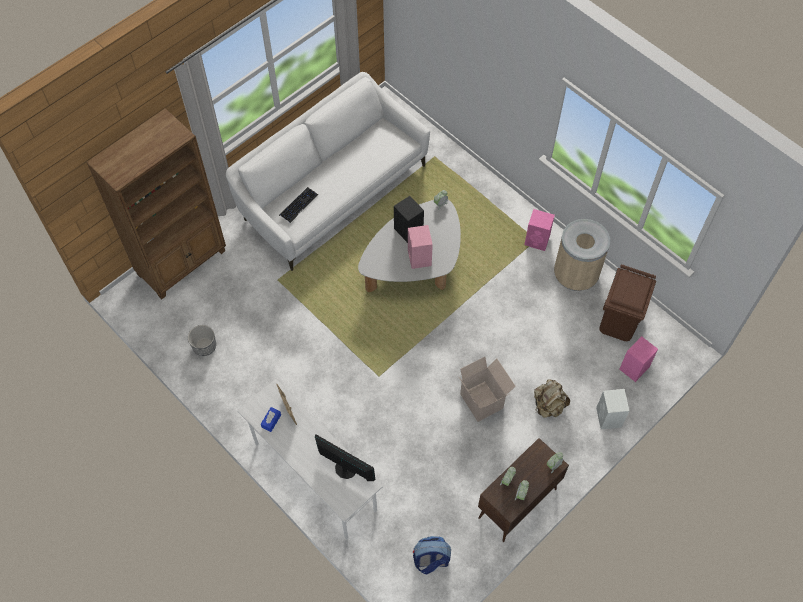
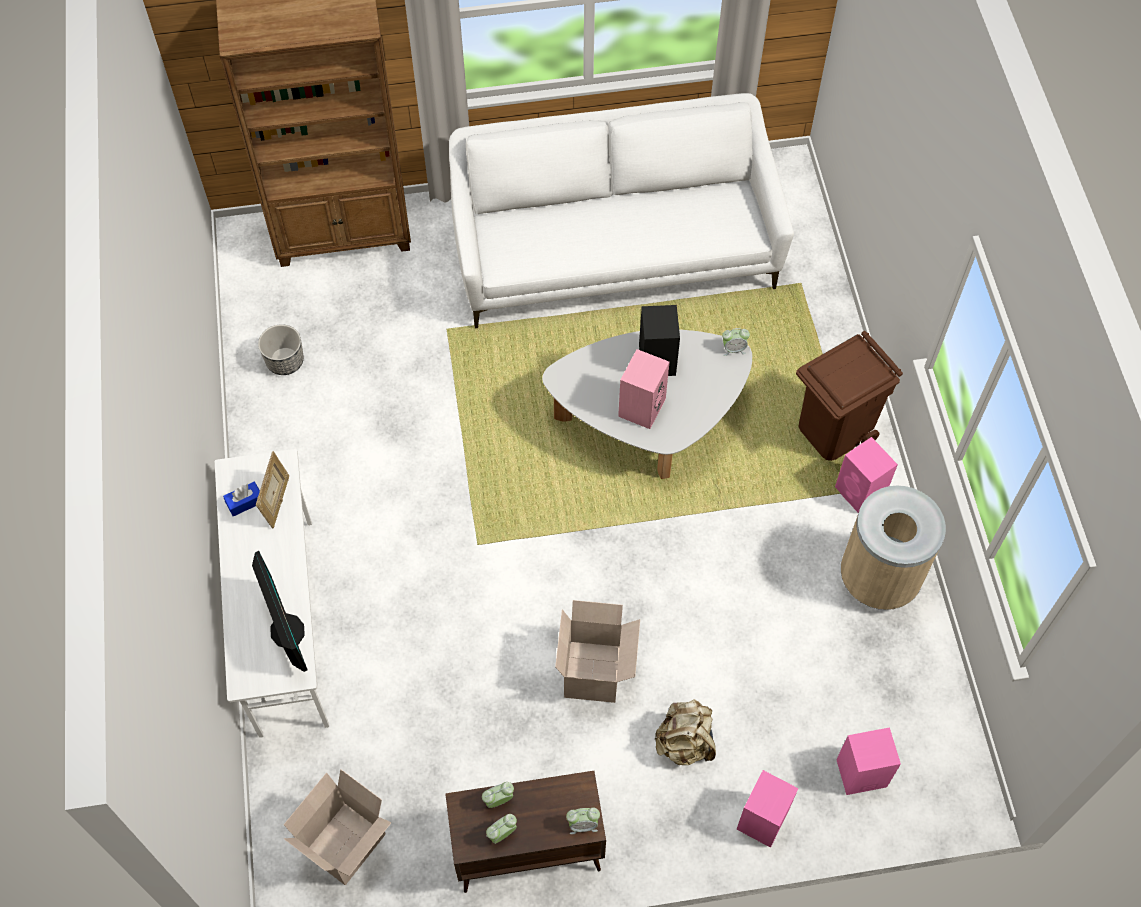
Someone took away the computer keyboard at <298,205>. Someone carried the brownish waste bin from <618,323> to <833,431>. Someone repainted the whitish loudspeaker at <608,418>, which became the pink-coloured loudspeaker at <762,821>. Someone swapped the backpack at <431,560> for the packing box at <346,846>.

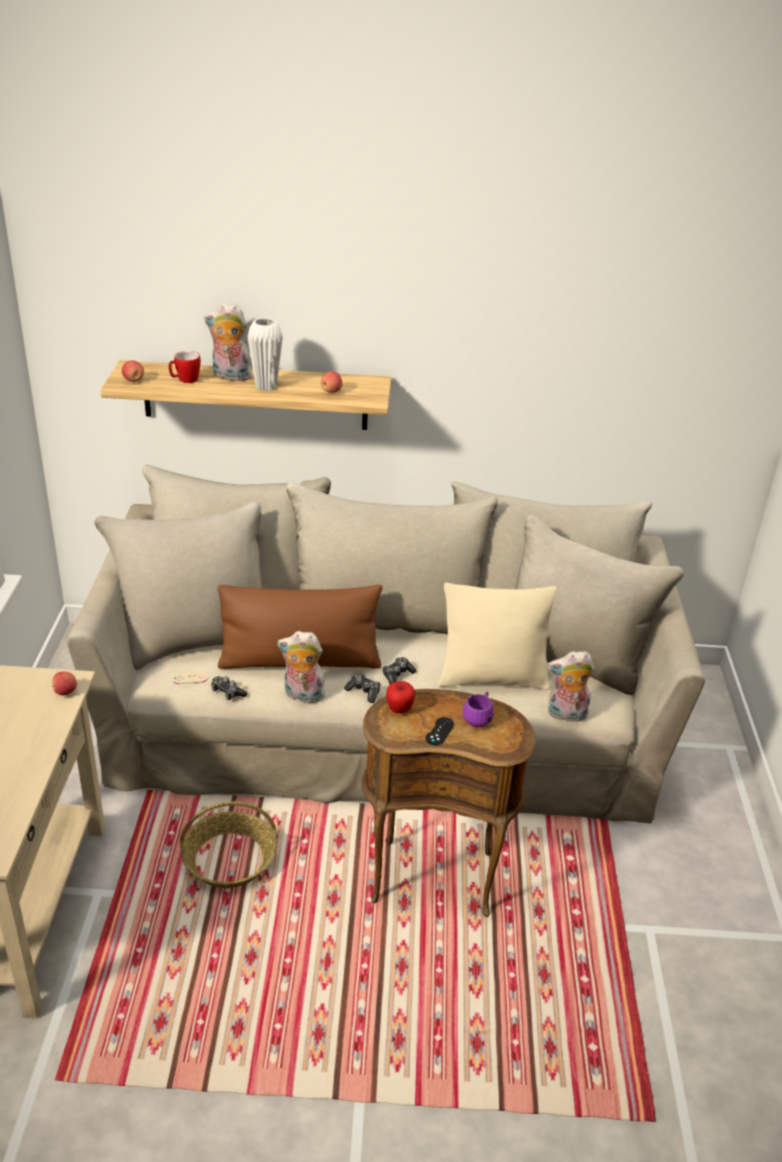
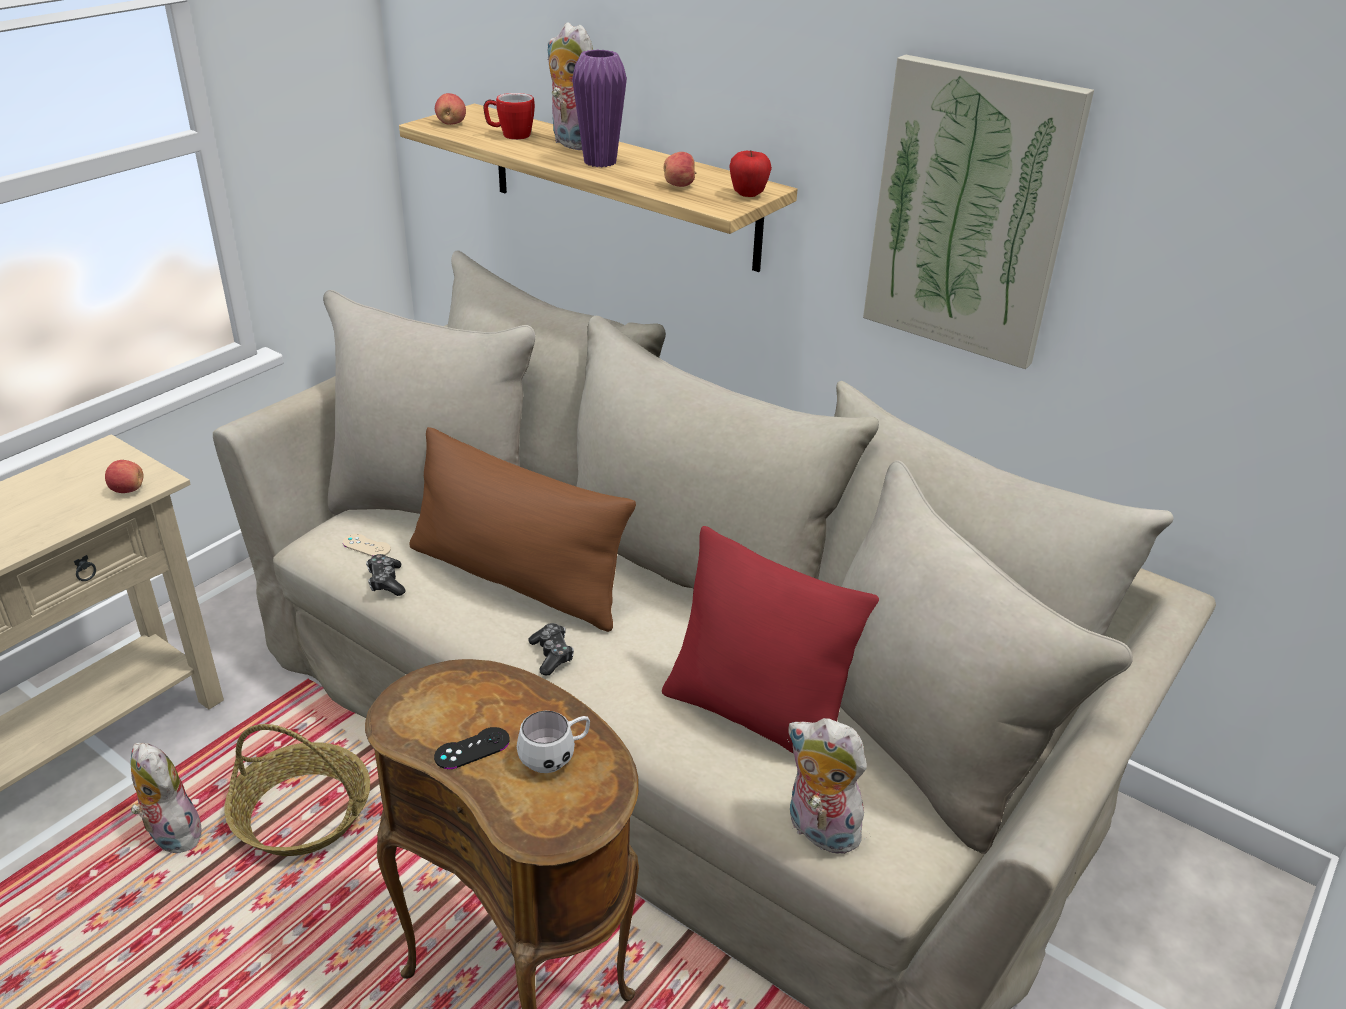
Someone repainted the whitish flower vase at <266,386>, which became the purplish flower vase at <600,162>. Someone repainted the beige throw pillow at <492,678>, which became the red-coloured throw pillow at <757,717>. Someone carried the cuddly toy from <302,695> to <171,834>. Someone took away the joypad at <397,675>. Someone carried the apple from <399,709> to <748,195>. Someone repainted the purplish mug at <479,718>, which became the whitish mug at <556,757>. Someone put up the wall picture at <970,213>.

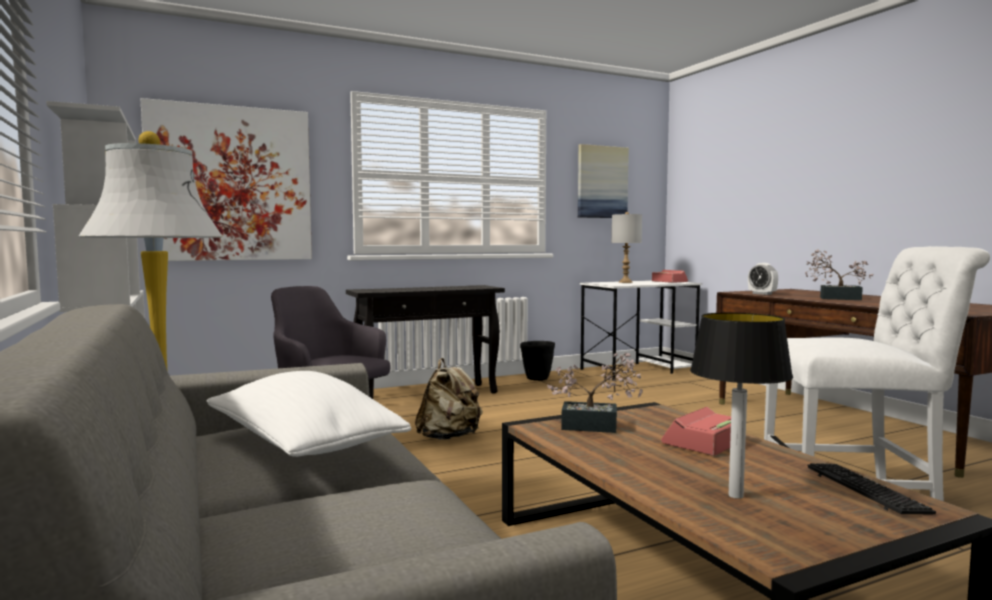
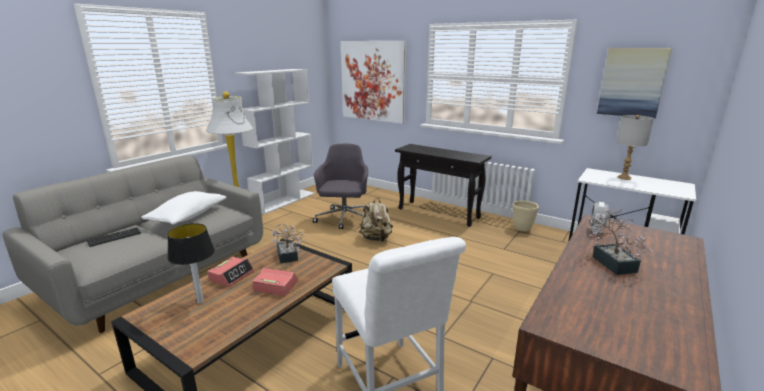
Someone carried the bedside clock from <669,281> to <232,276>. Someone repainted the black flower pot at <537,379>, which became the beige flower pot at <522,228>. Someone carried the computer keyboard from <865,490> to <114,238>.

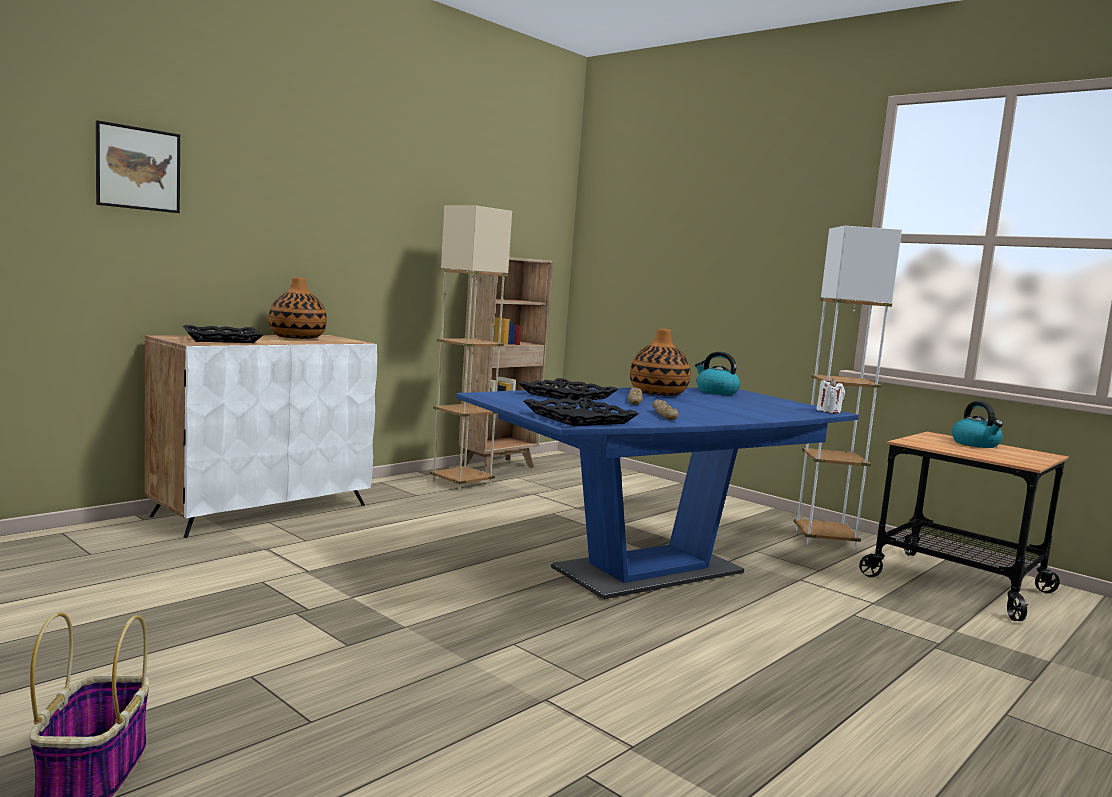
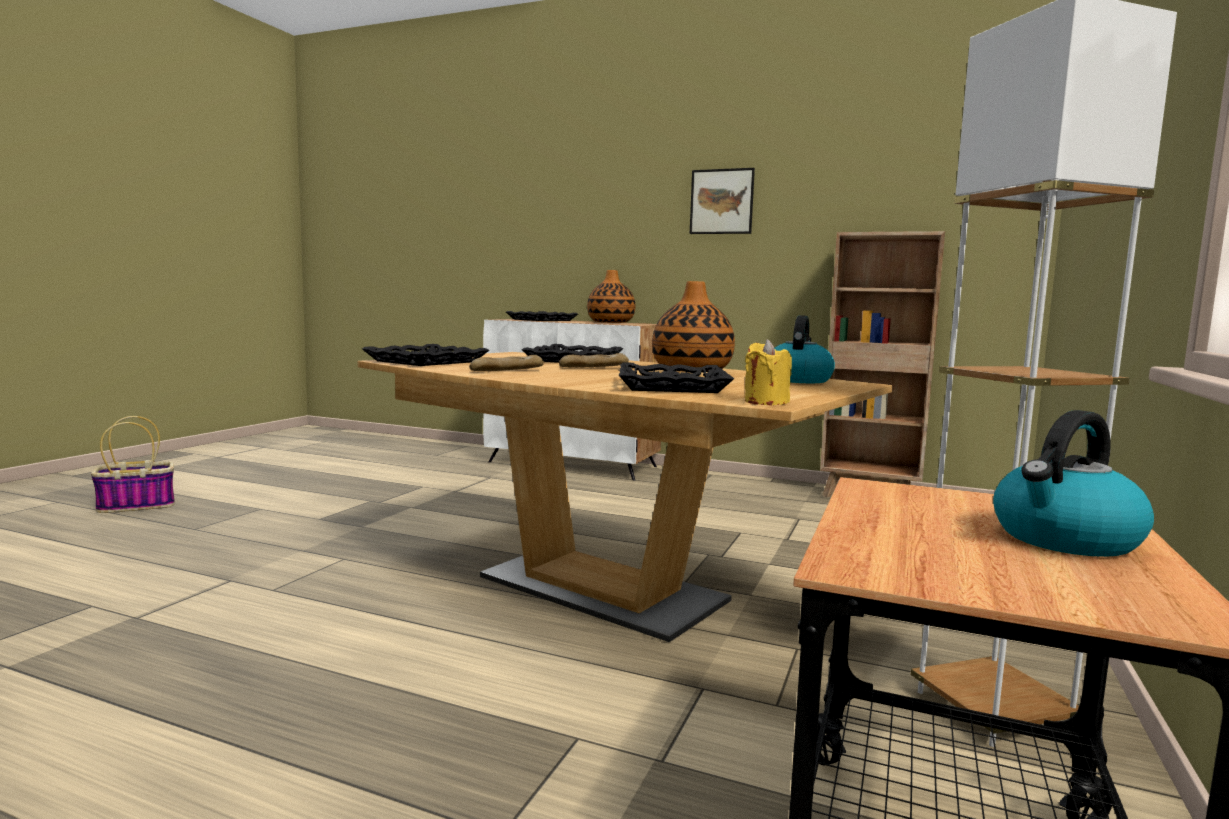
Someone carried the wall picture from <138,168> to <721,201>. Someone took away the beige standard lamp at <461,483>. Someone repainted the whitish wax light at <828,411>, which became the yellowish wax light at <765,402>. Someone repainted the bluish kitchen table at <648,571>, which became the brownish kitchen table at <601,589>. Someone put down the black tray at <673,386>.

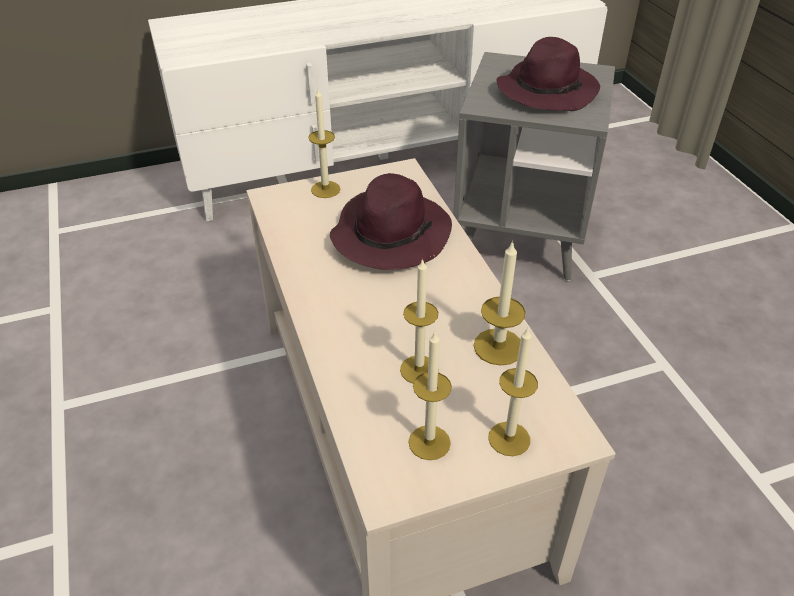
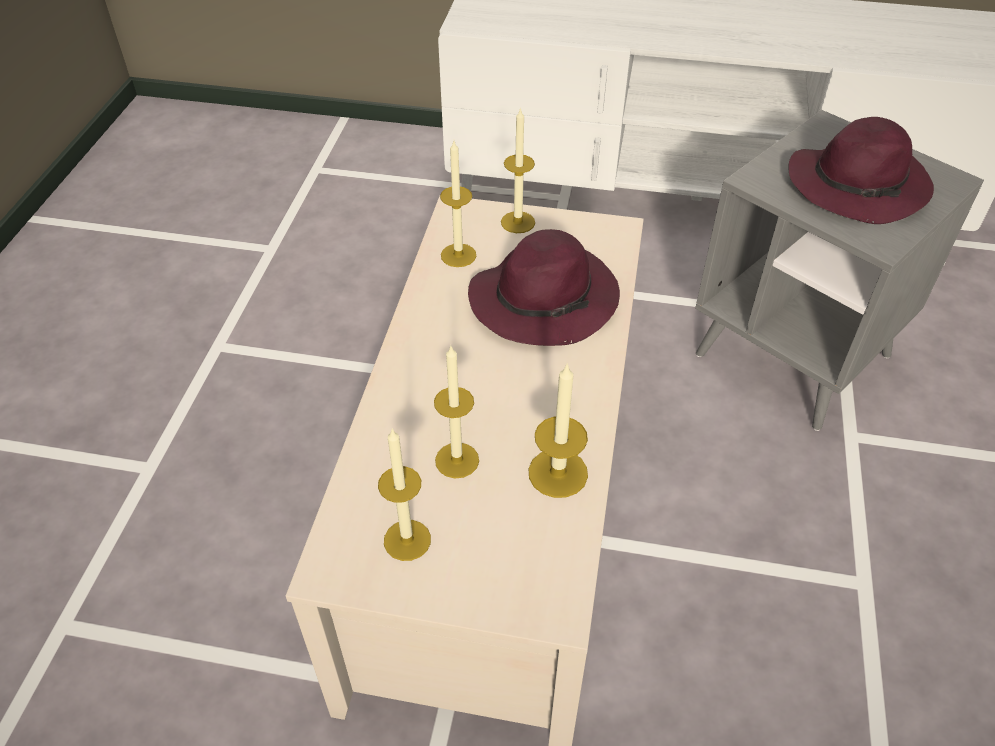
Someone carried the wax light from <509,438> to <458,255>.

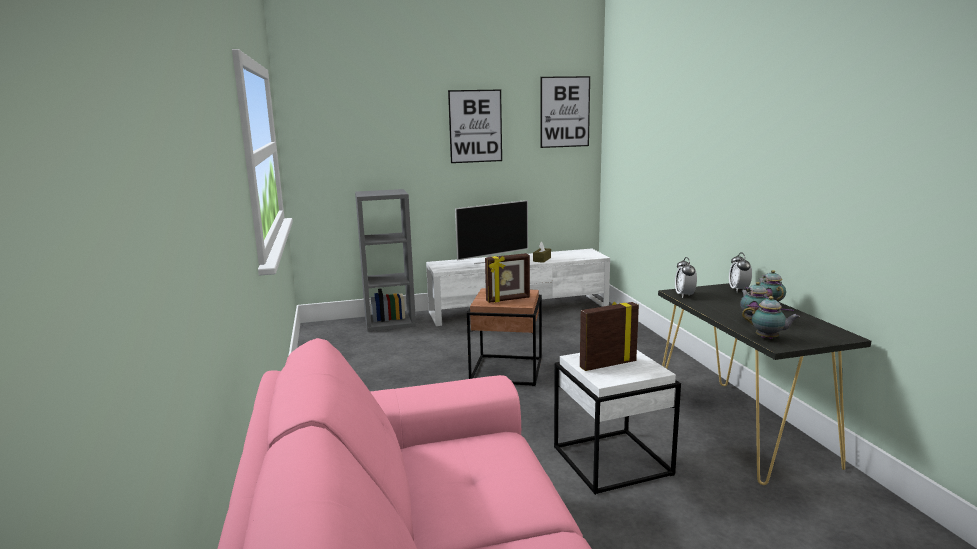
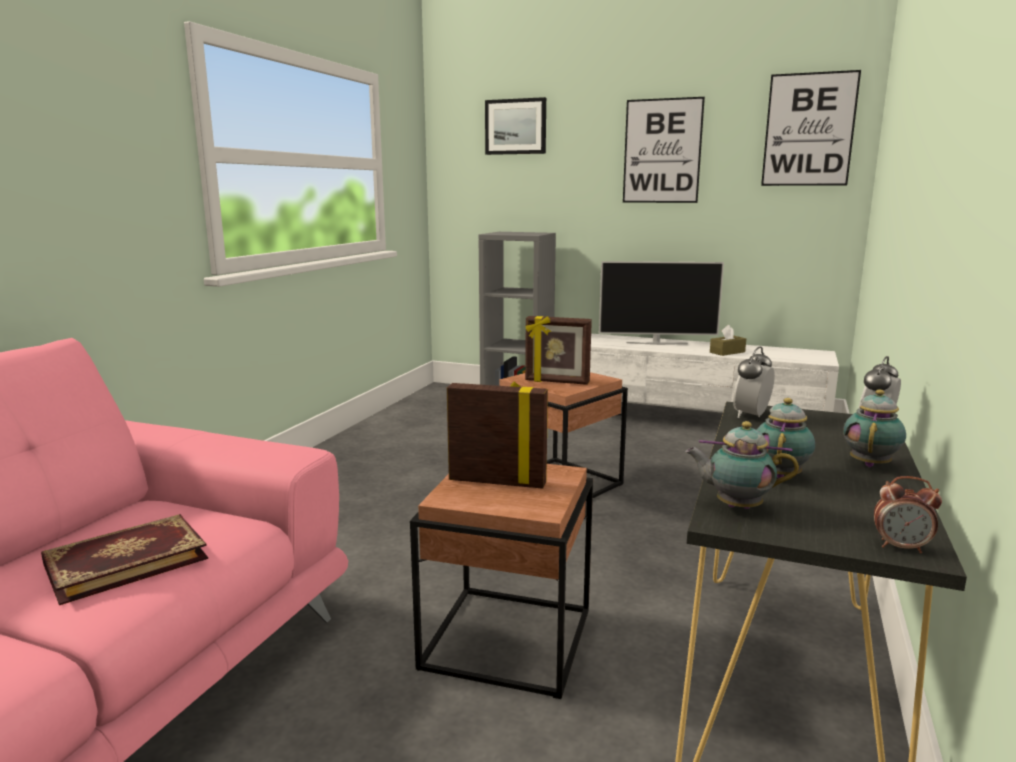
Someone rotated the tea pot at <768,338> by 135 degrees clockwise. Someone repainted the whitish accent table at <611,461>, which became the brownish accent table at <505,640>. Someone put up the wall picture at <515,126>. Someone put down the bedside clock at <901,547>. Someone put down the volume at <125,560>.

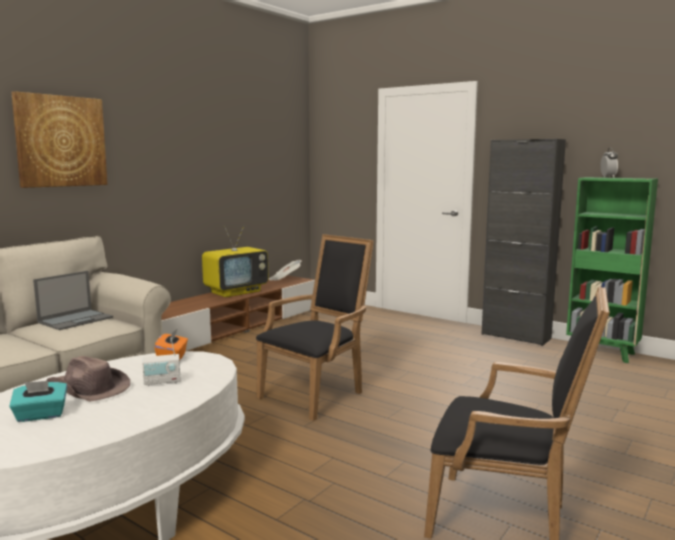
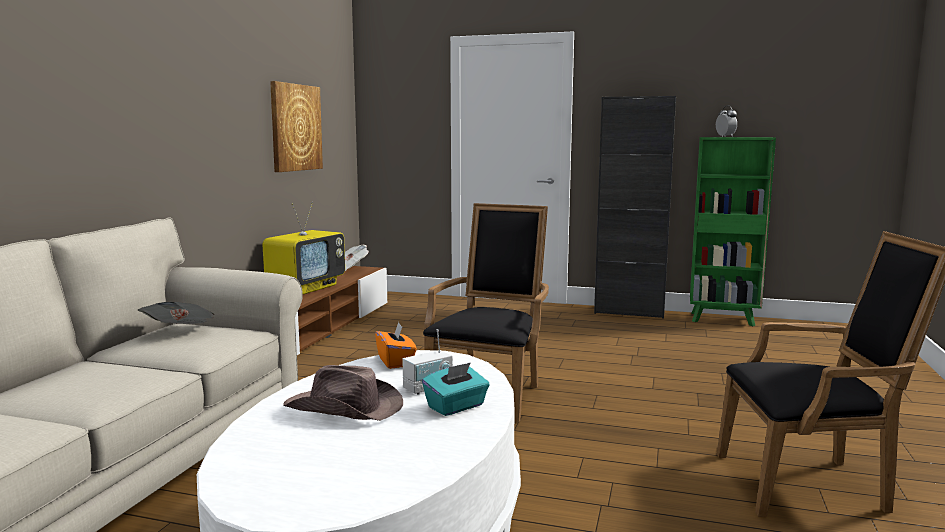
Someone carried the wall picture from <61,141> to <295,127>. Someone swapped the laptop at <76,320> for the newspaper at <181,332>. Someone carried the turquoise tissue box from <41,415> to <456,407>.

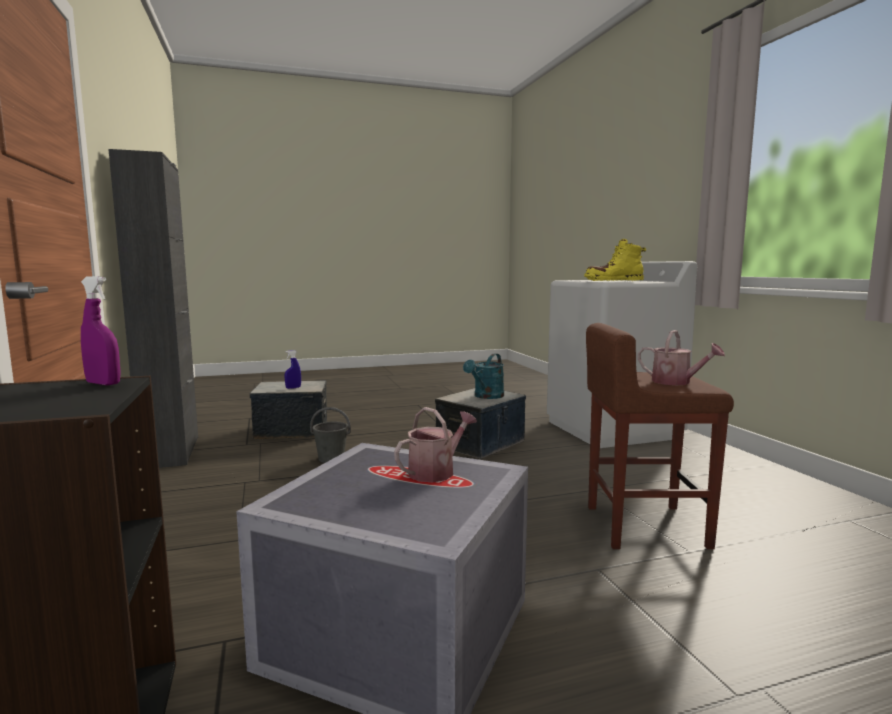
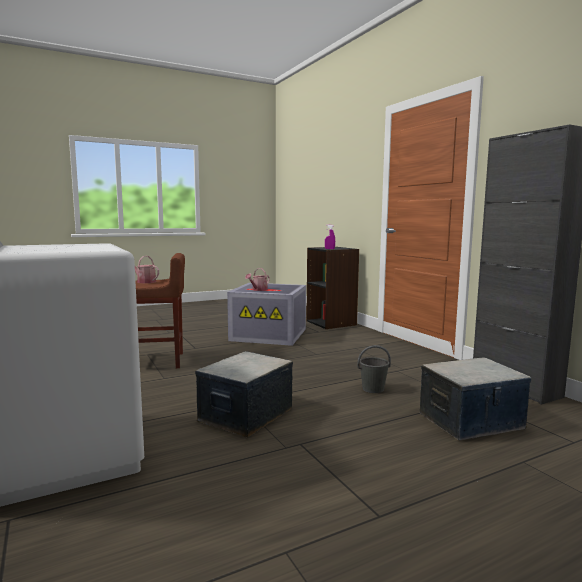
Someone took away the yellowish high-top boot at <613,281>. Someone took away the bluish sprayer at <293,388>. Someone took away the turquoise sprinkling can at <486,396>.

